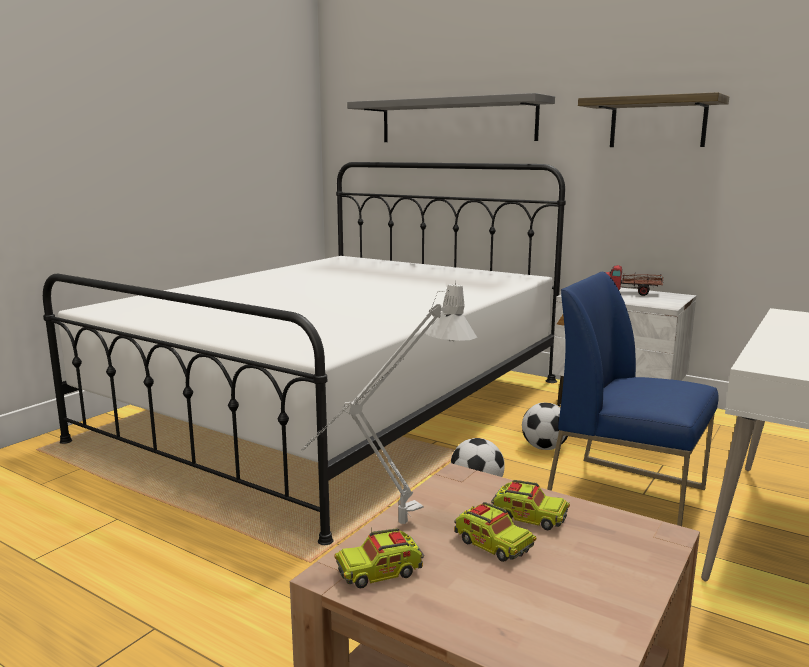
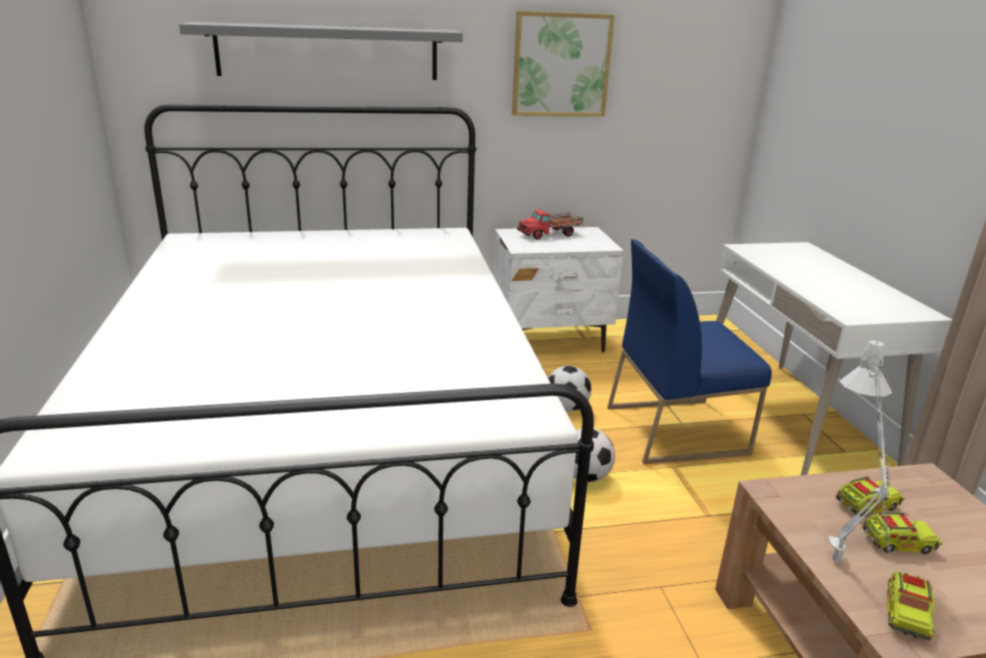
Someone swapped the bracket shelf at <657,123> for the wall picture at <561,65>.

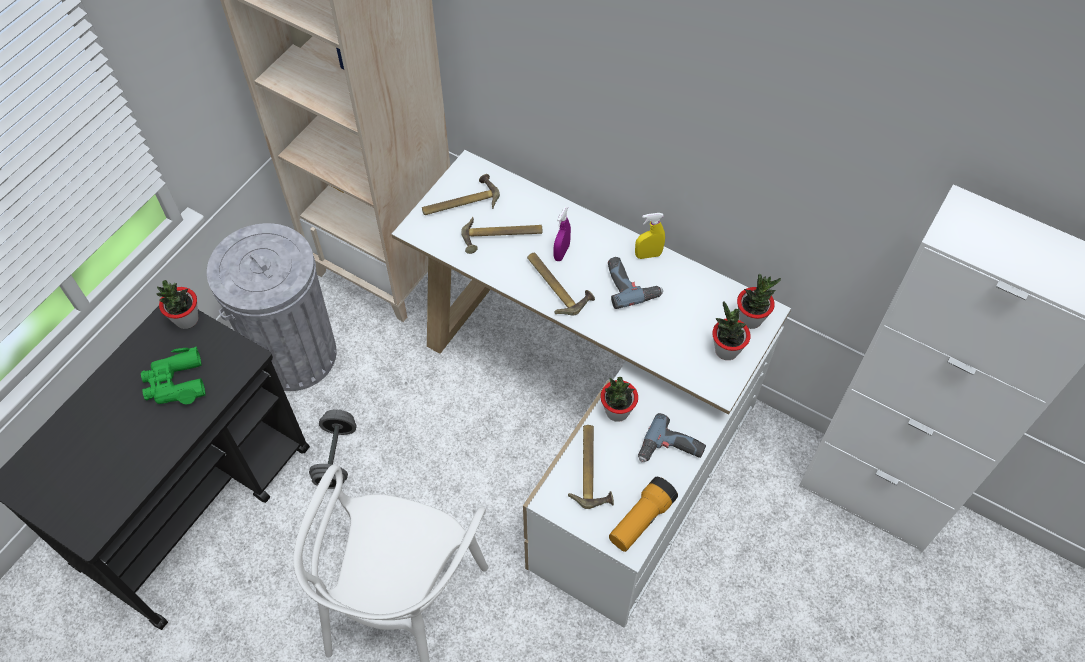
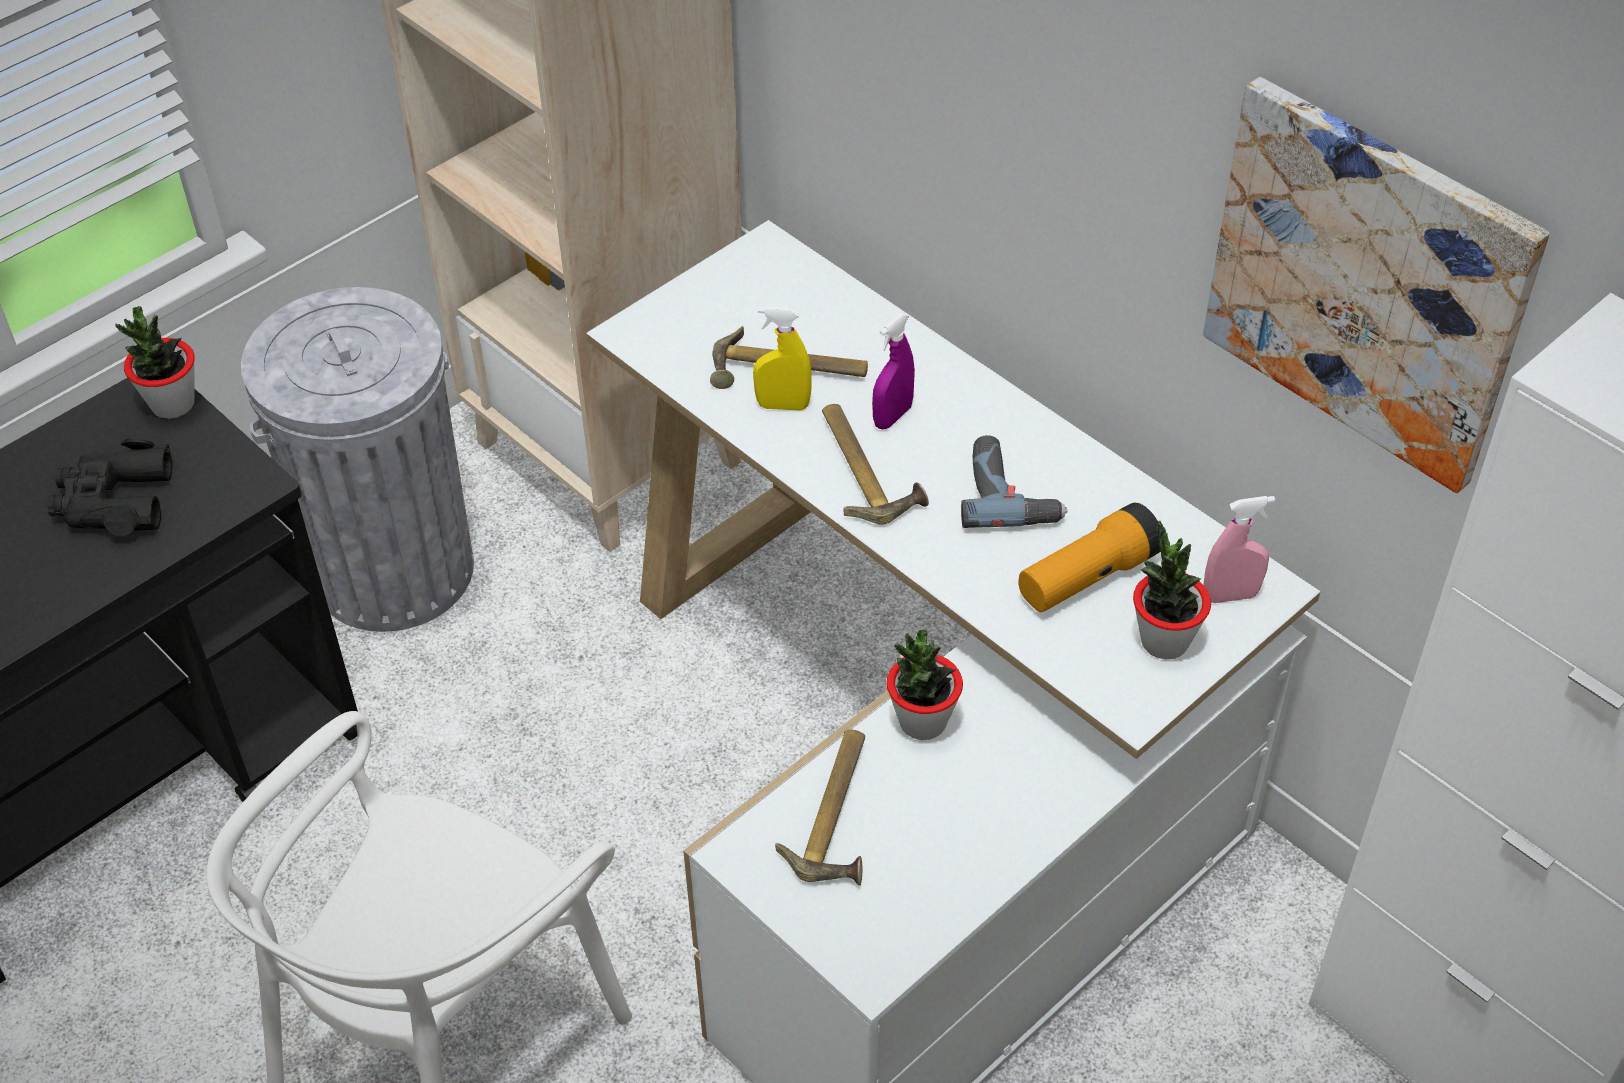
Someone took away the tool hammer at <460,202>. Someone carried the yellowish sprayer from <648,255> to <783,405>. Someone swapped the plant in a pot at <750,319> for the pink-coloured sprayer at <1230,595>. Someone repainted the green pair of binoculars at <175,383>, which became the black pair of binoculars at <114,501>. Someone took away the grey hand weight at <336,456>. Someone took away the drill at <671,451>. Someone carried the hand torch from <641,520> to <1087,578>. Someone put up the wall picture at <1368,282>.

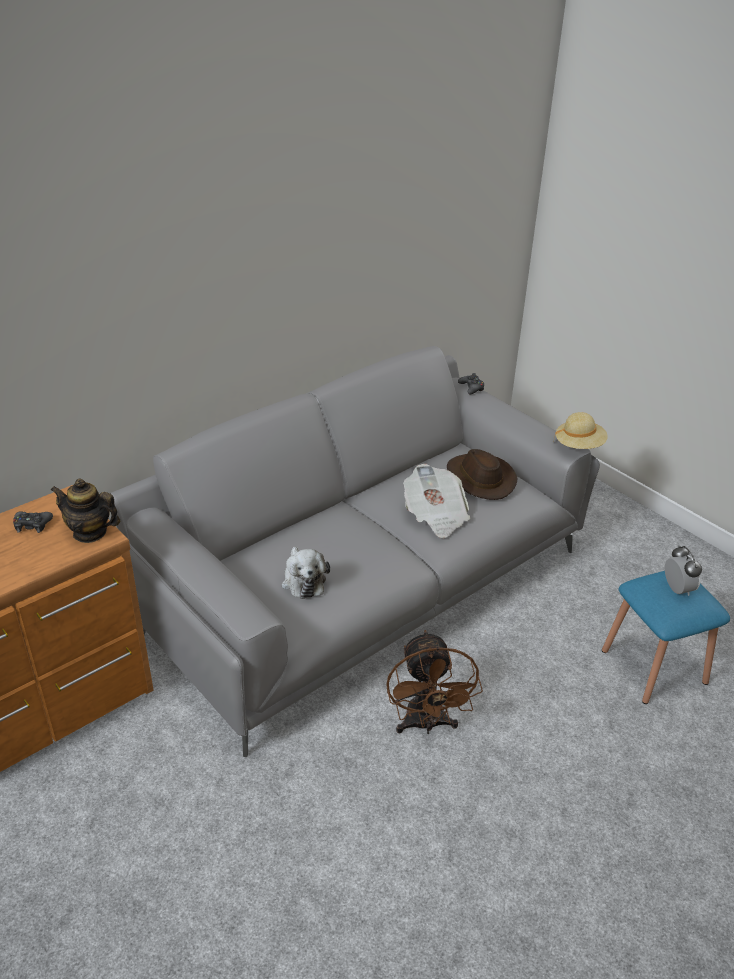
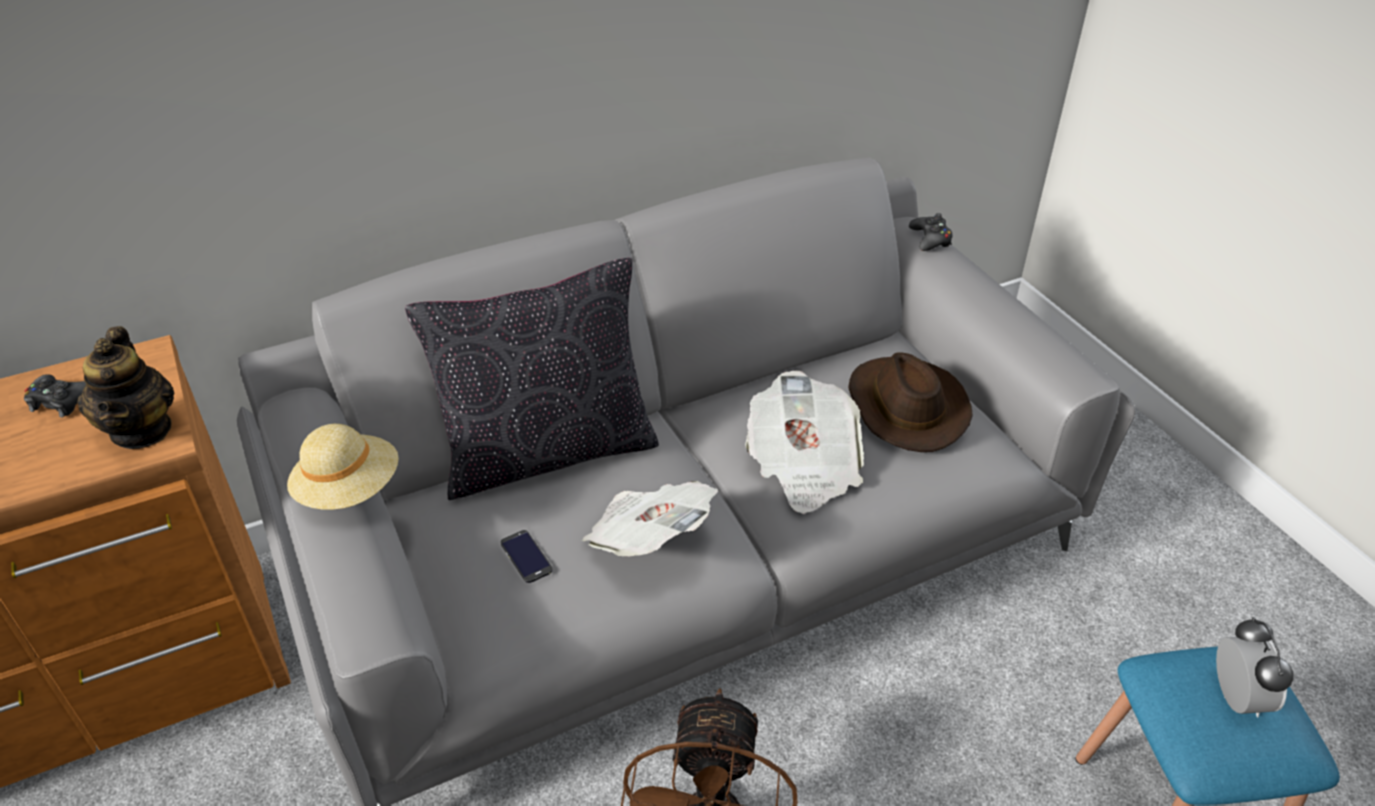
Someone carried the beige clothing hat from <579,445> to <349,490>. Someone rotated the tea pot at <90,532> by 135 degrees counterclockwise. Someone swapped the cuddly toy at <303,580> for the phone at <526,557>. Someone put down the black throw pillow at <547,451>. Someone put down the newspaper at <649,539>.

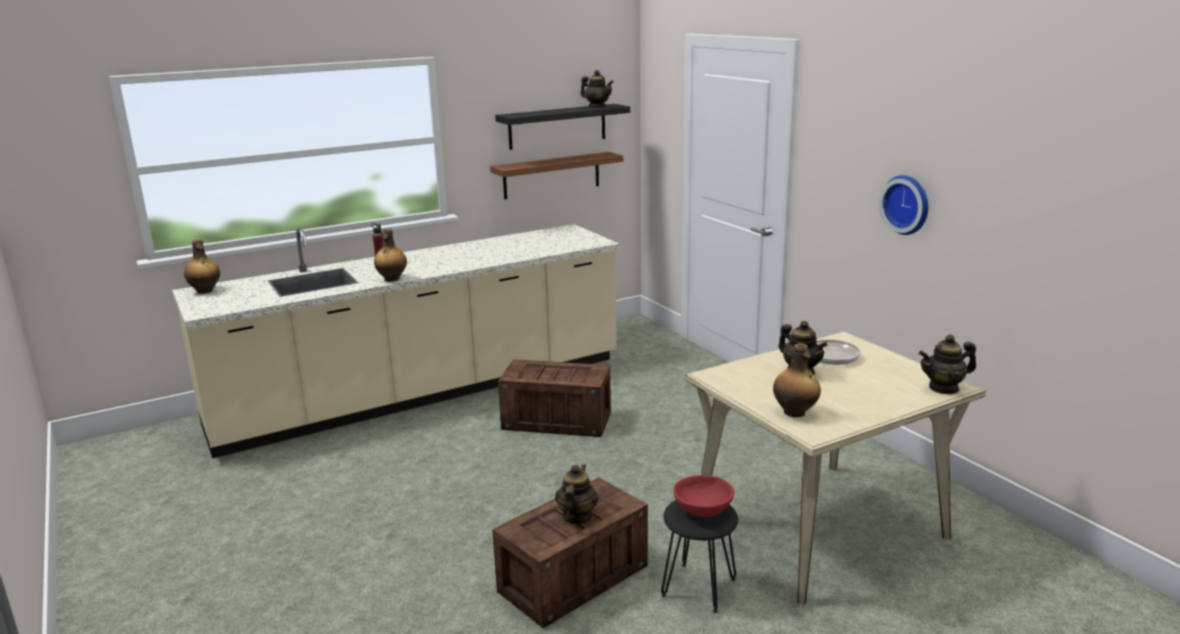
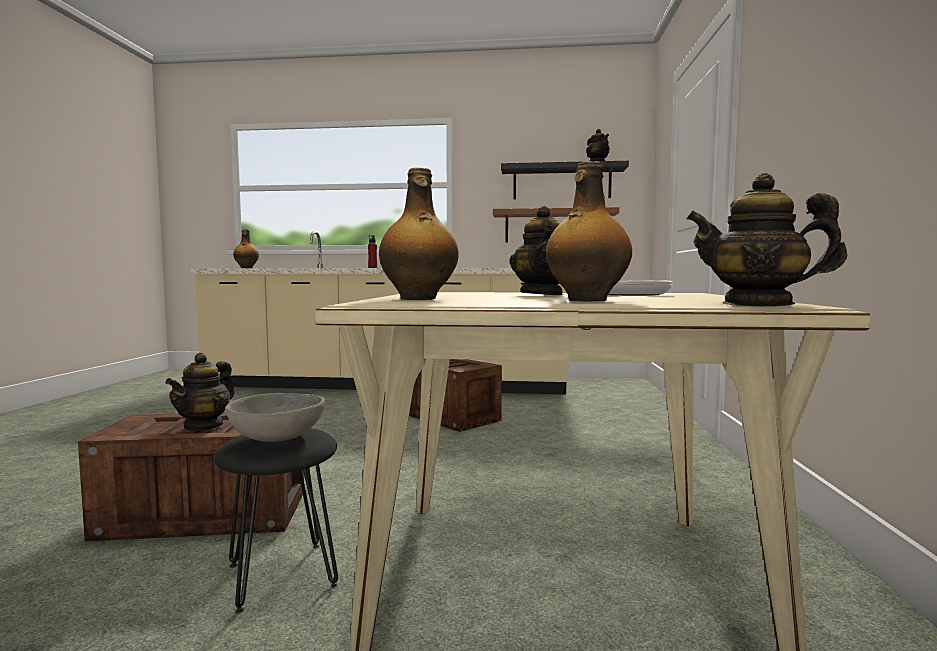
Someone took away the wall clock at <907,204>. Someone carried the beverage bottle from <392,279> to <586,300>. Someone rotated the tea pot at <576,517> by 150 degrees clockwise. Someone repainted the red-coloured serving bowl at <702,509>, which became the grey serving bowl at <279,437>.

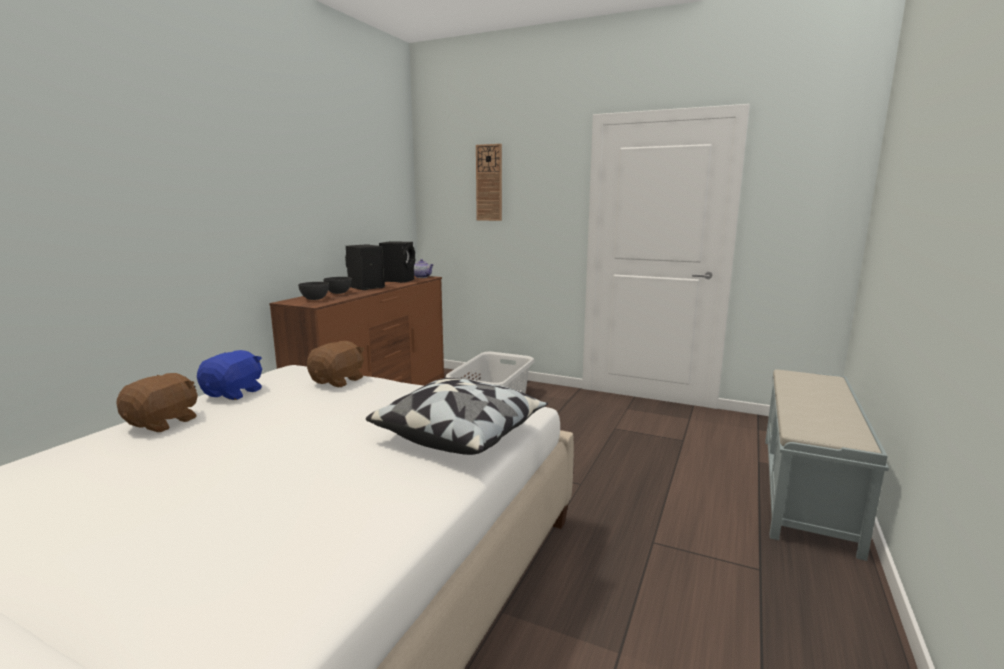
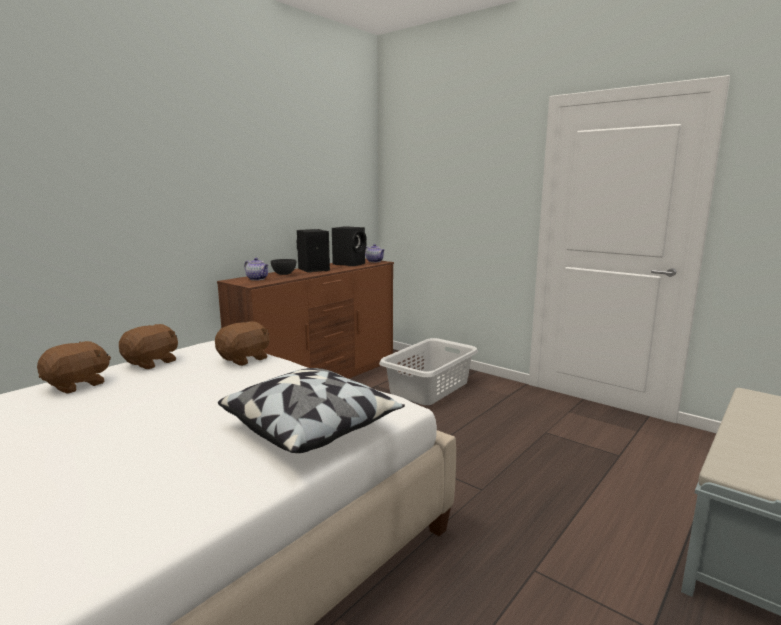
Someone took away the wall clock at <489,183>. Someone swapped the grey serving bowl at <315,299> for the tea pot at <258,279>. Someone repainted the bluish cuddly toy at <234,393>, which became the brownish cuddly toy at <152,362>.

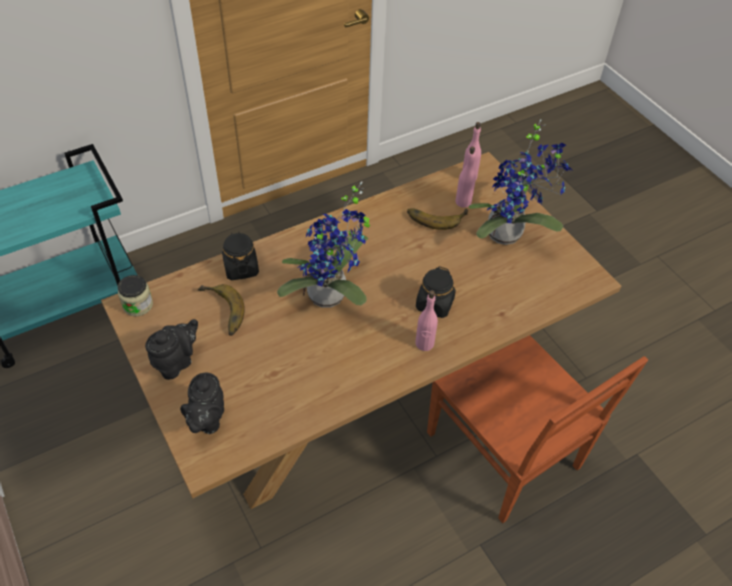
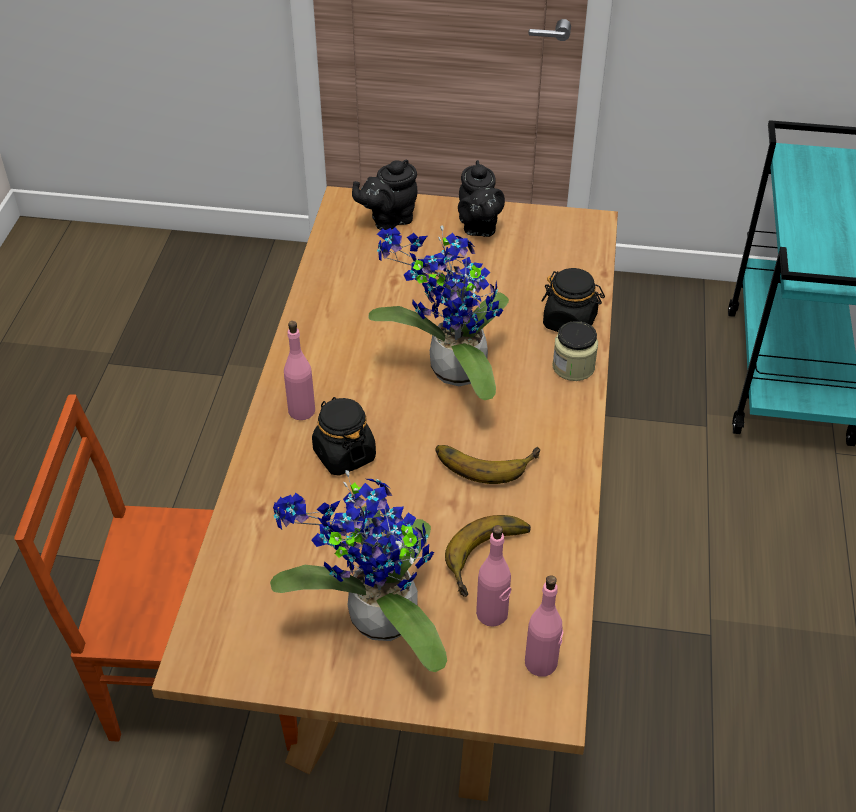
Someone carried the storage jar from <138,305> to <573,367>. Someone carried the whole banana from <220,312> to <485,459>. Someone rotated the black tea pot at <207,420> by 75 degrees counterclockwise.

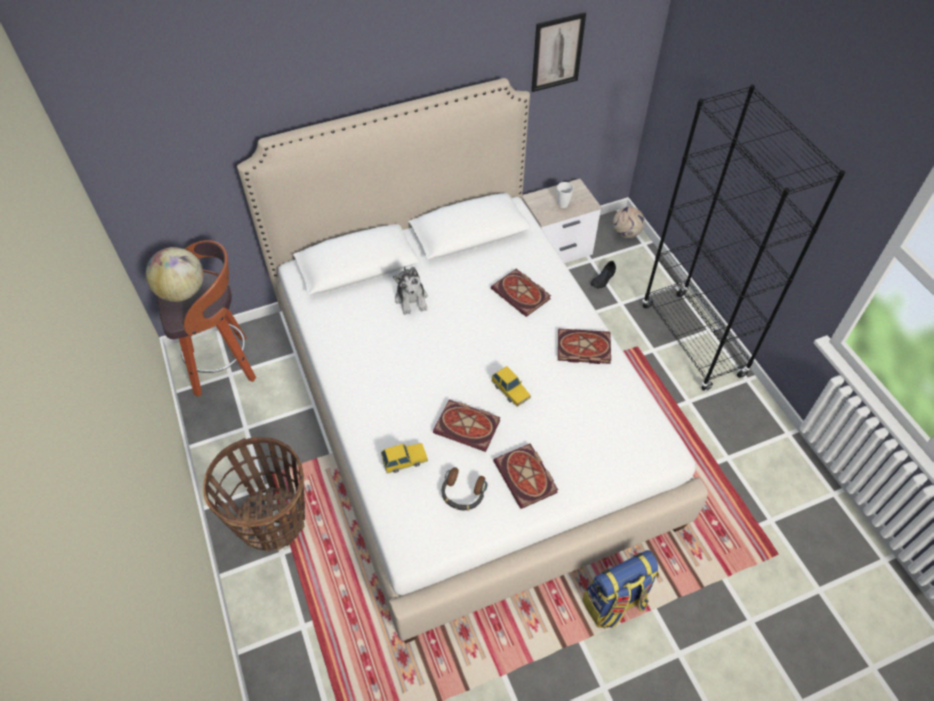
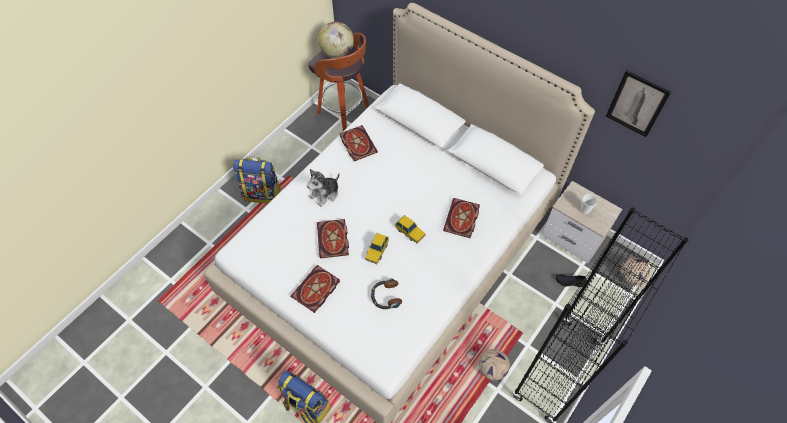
Someone carried the cuddly toy from <411,299> to <325,194>. Someone carried the volume from <582,348> to <357,144>. Someone swapped the basket at <272,520> for the backpack at <262,193>. Someone carried the model car from <405,460> to <410,232>. Someone carried the headset from <462,493> to <385,296>. Someone put down the ball for football at <492,369>.

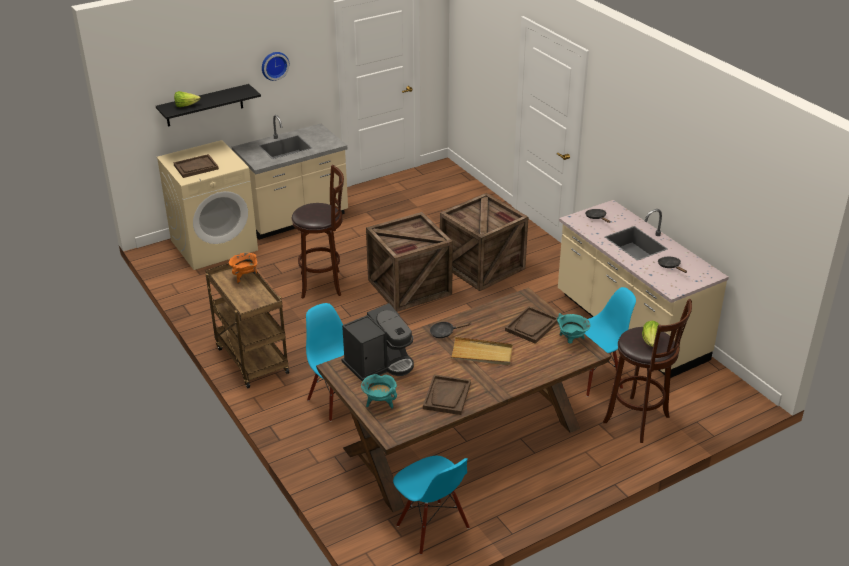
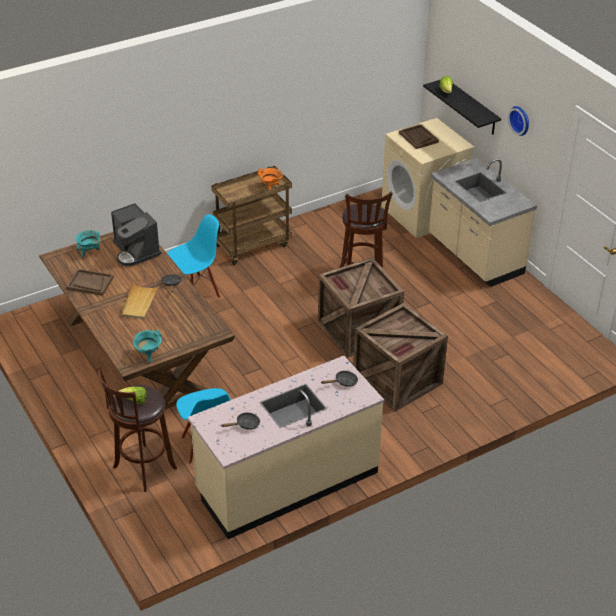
Someone took away the brownish tray at <531,326>. Someone took away the bluish plain chair at <432,527>.

